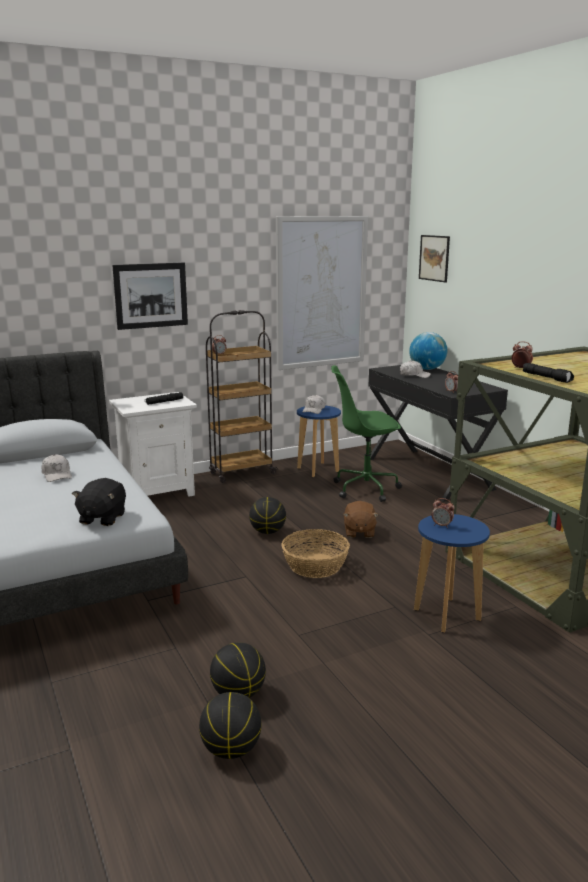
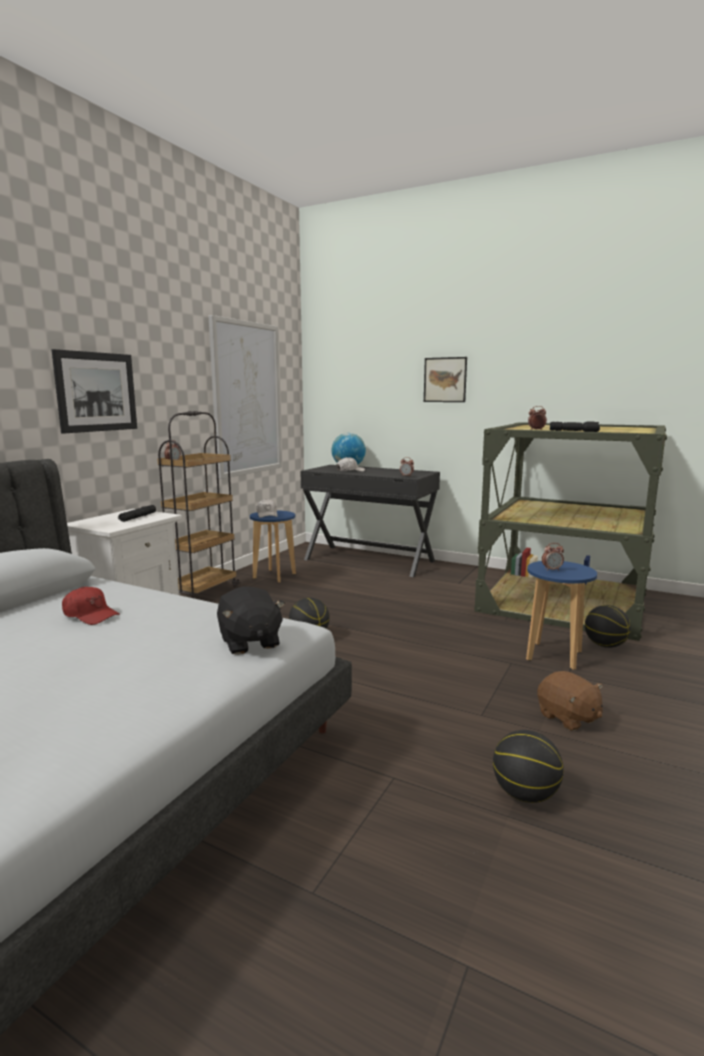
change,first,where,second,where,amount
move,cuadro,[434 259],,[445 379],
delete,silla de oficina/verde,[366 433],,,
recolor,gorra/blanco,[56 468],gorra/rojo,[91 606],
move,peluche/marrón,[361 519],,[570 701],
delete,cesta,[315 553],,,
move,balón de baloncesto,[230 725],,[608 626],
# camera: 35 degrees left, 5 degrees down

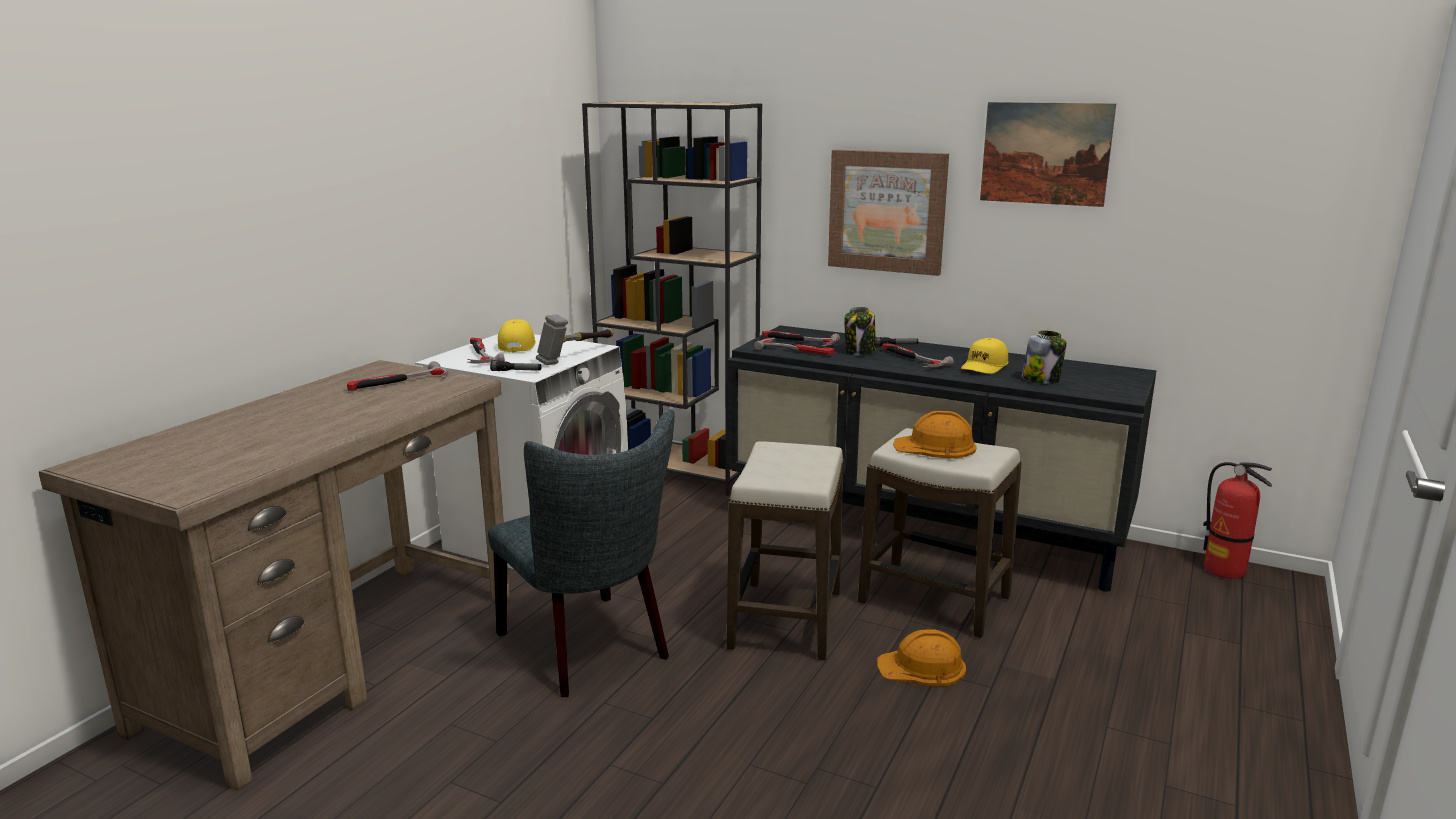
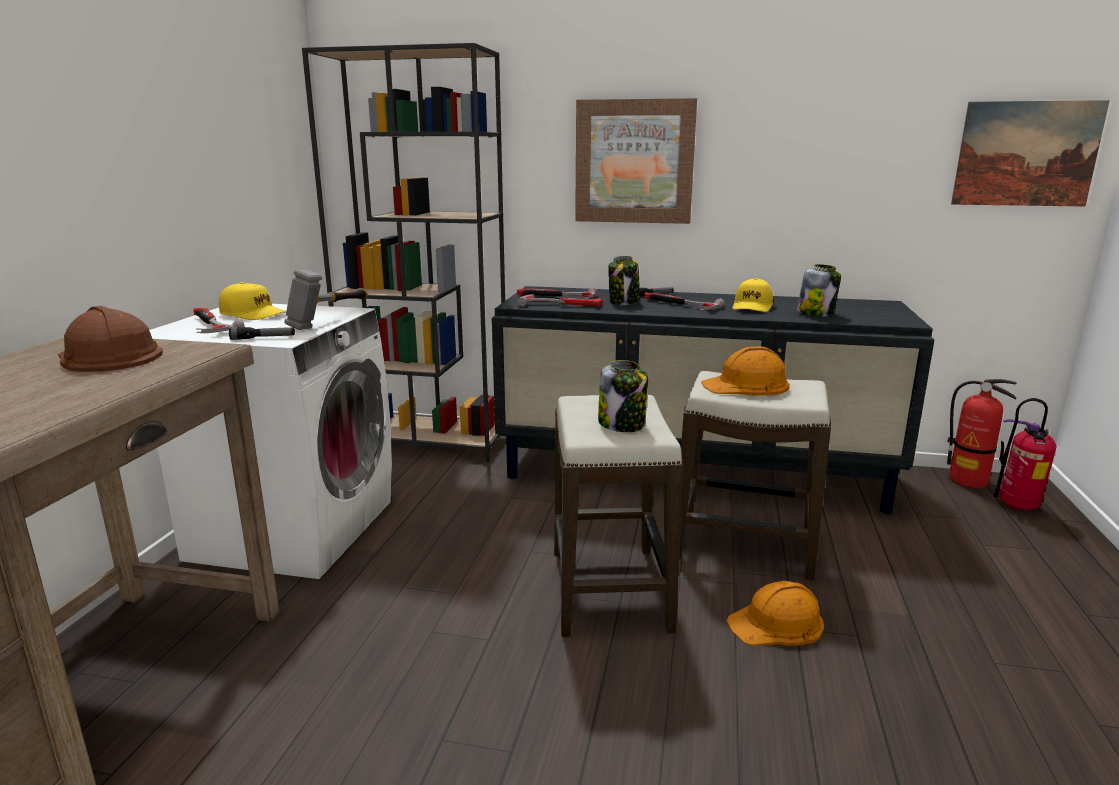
change,first,where,second,where,amount
move,cuadro,[1048 154],,[1030 153],
rotate,gorra/amarillo,[517 335],,[252 301],135 degrees clockwise
replace,martillo,[397 376],casco/marrón,[110 339],
delete,silla/gris,[581 553],,,
insert,,,tarro,[623 396],
insert,,,extintor,[1025 454],
# camera: 15 degrees left, 0 degrees up

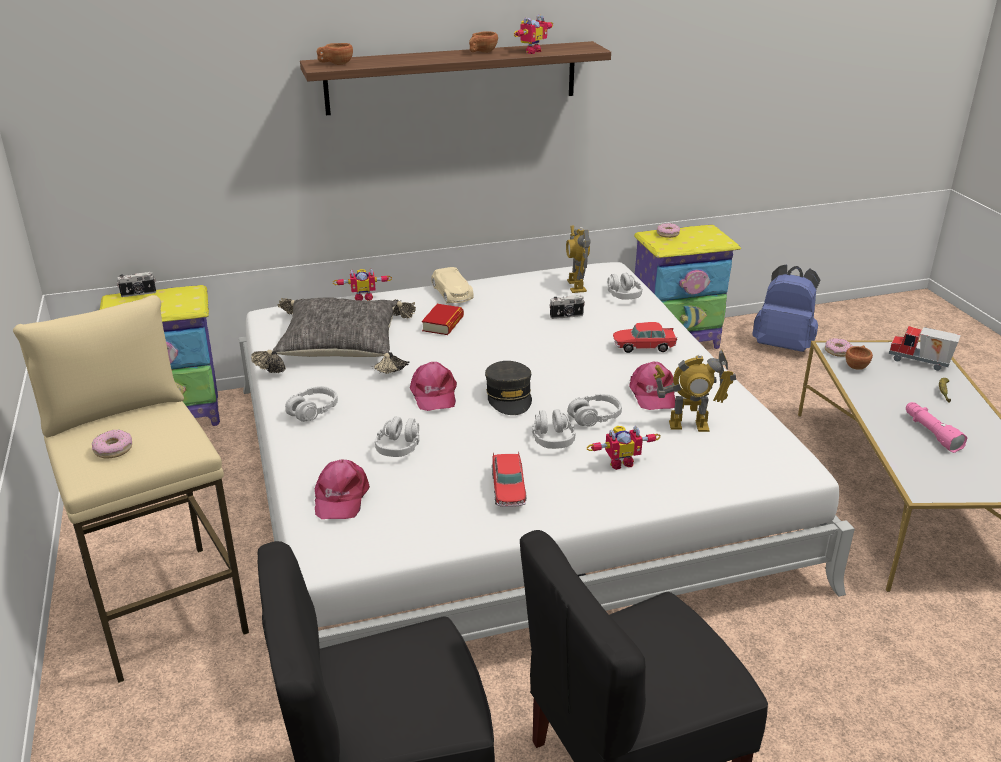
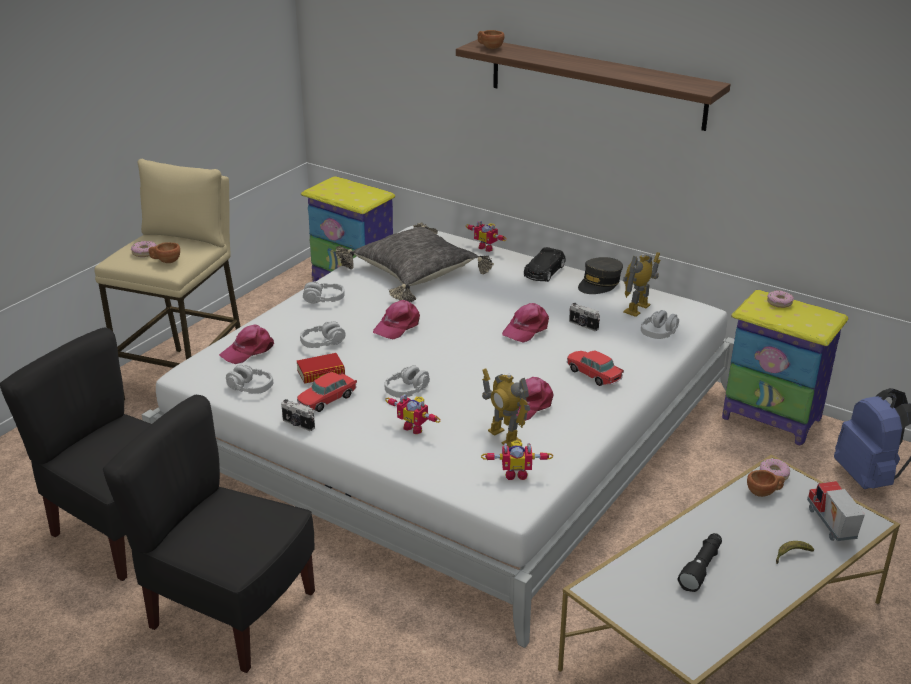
change,first,where,second,where,amount
move,robot de juguete,[533 34],,[517 460],
move,taza/marrón,[483 42],,[164 252],
recolor,coche de juguete/beis,[452 285],coche de juguete/negro,[545 264],
move,cámara,[136 284],,[298 415],
move,libro,[443 319],,[320 368],
move,gorra/gris,[508 388],,[600 275],
move,auriculares/gris,[594 410],,[249 379],
recolor,linterna/rosa,[937 427],linterna/negro,[700 562],
insert,,,gorra/rosa,[525 323],
# camera: 50 degrees right, 0 degrees up

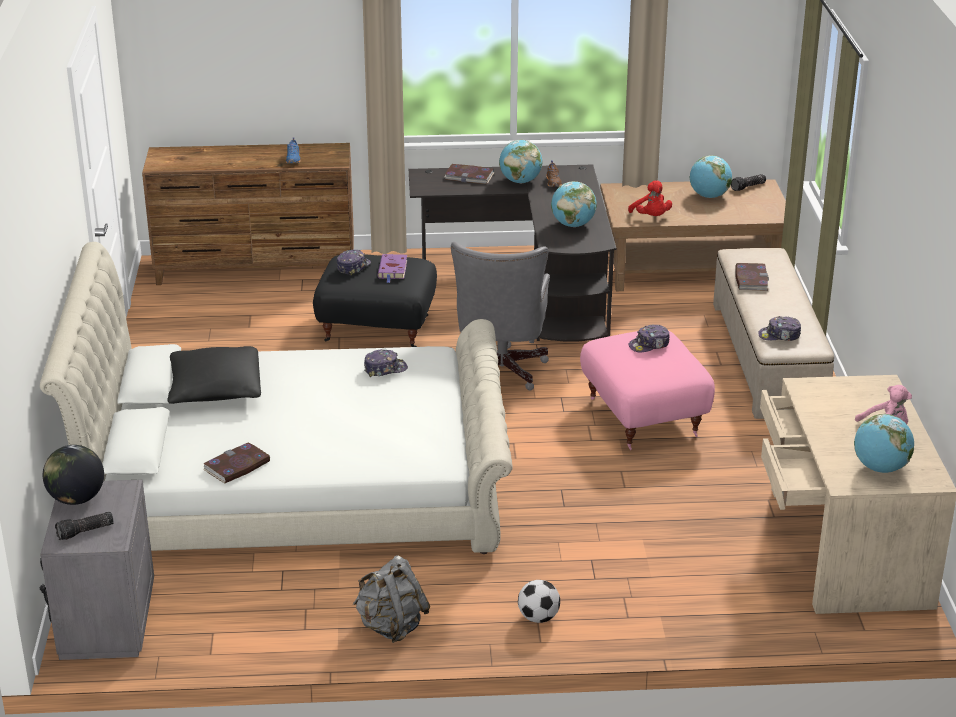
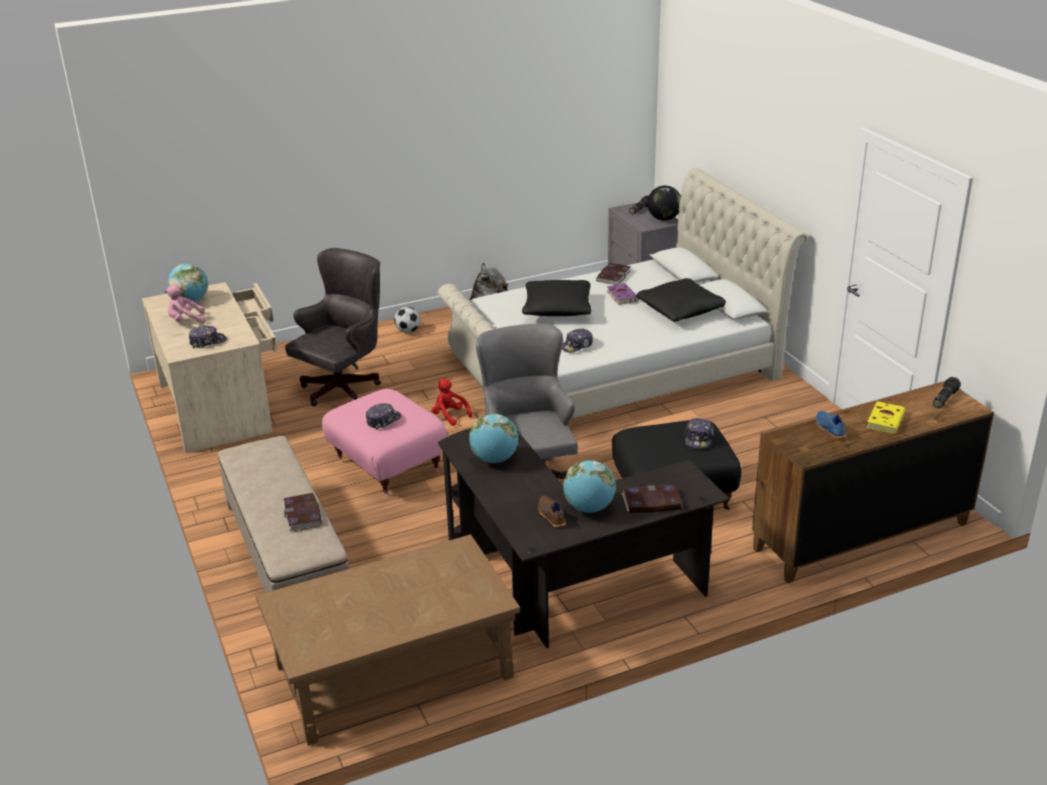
change,first,where,second,where,amount
delete,globo terráqueo,[711 176],,,
move,linterna,[748 182],,[947 392],
move,peluche/rojo,[650 198],,[452 402],
move,libro/morado,[392 268],,[623 294],
move,gorra,[779 328],,[207 337],
insert,,,silla de oficina/gris,[333 327],
insert,,,cojín/negro,[557 298],
insert,,,libro/amarillo,[886 417],
# camera: 160 degrees right, 0 degrees up

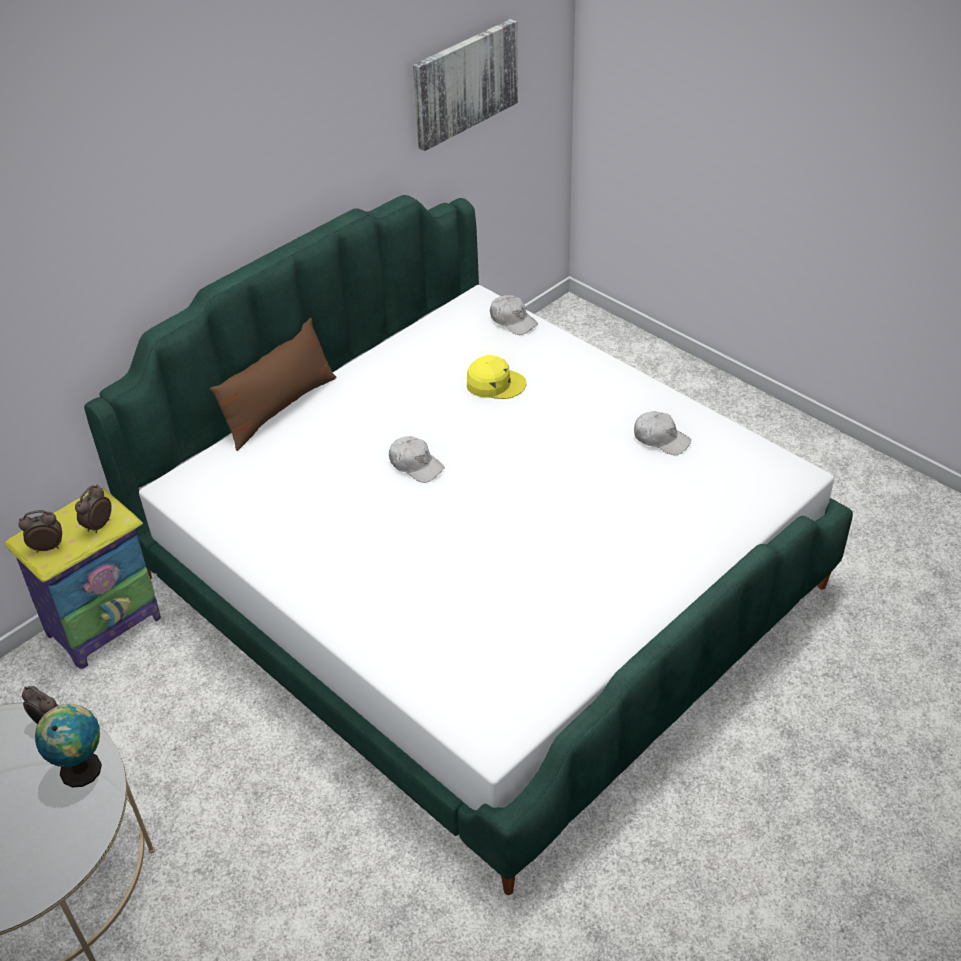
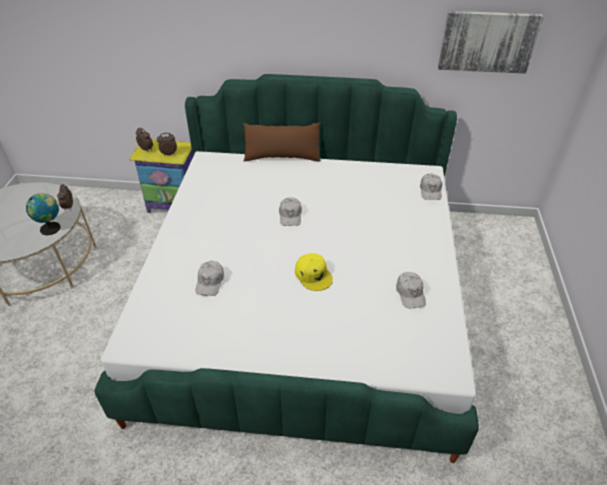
change,first,where,second,where,amount
move,gorra/amarillo,[496 377],,[314 272],
insert,,,gorra/blanco,[209 278],
# camera: 50 degrees right, 0 degrees up

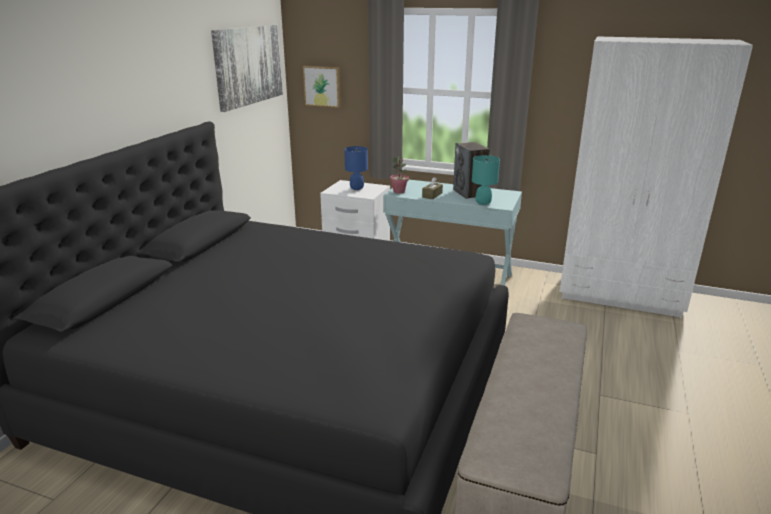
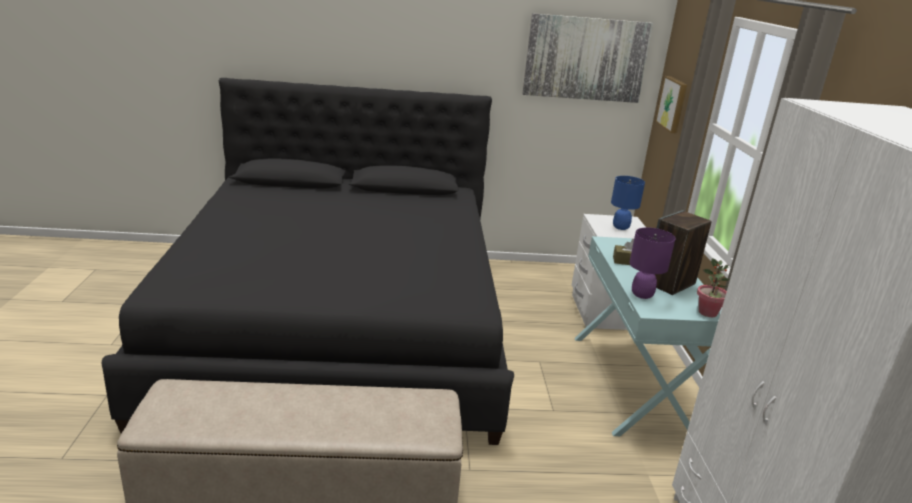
change,first,where,second,where,amount
recolor,lámpara de mesa/turquesa,[486 180],lámpara de mesa/morado,[652 263],
move,planta en maceta,[399 175],,[713 287],
# camera: 65 degrees right, 0 degrees up

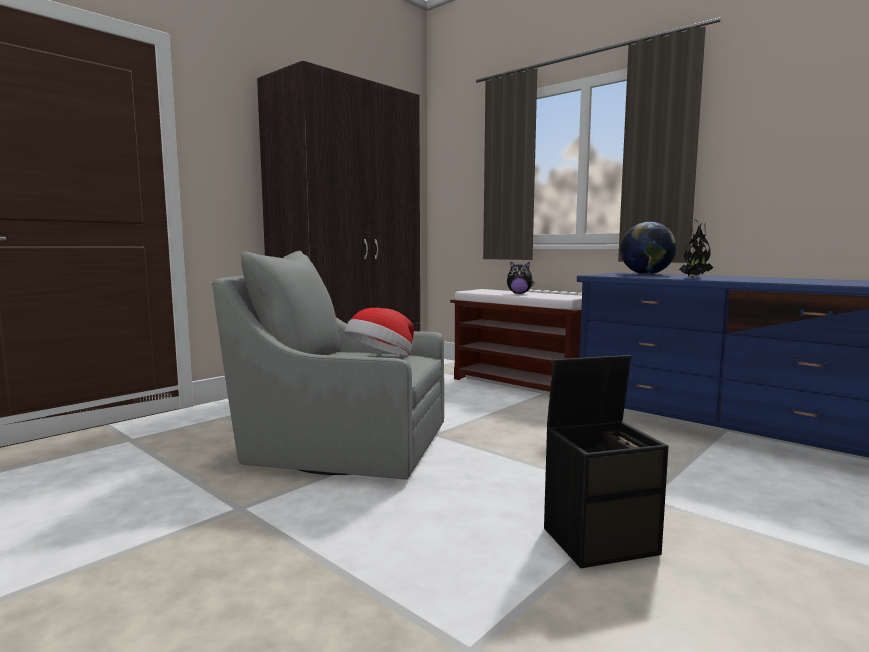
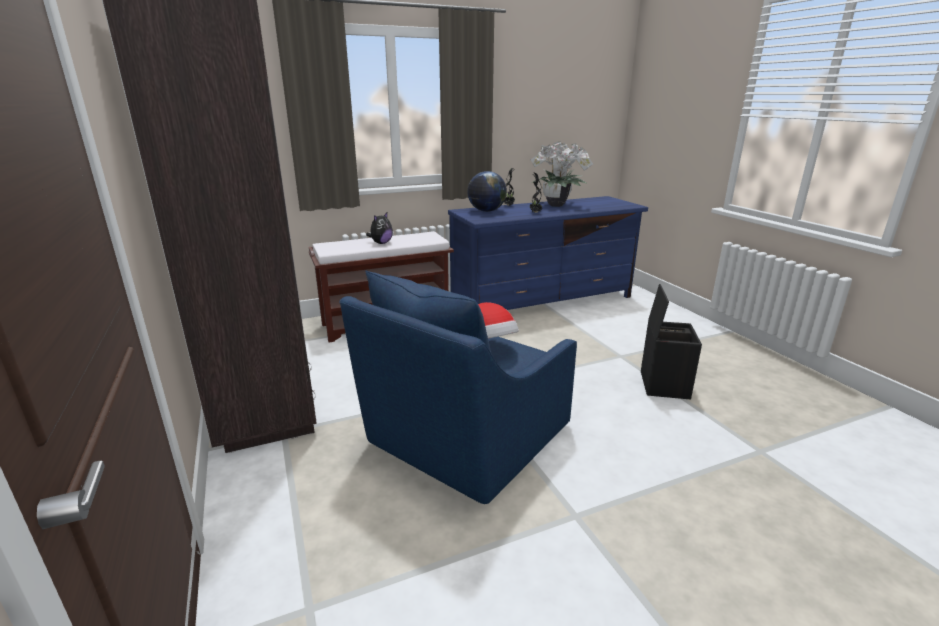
change,first,where,second,where,amount
recolor,sillón/gris,[328 365],sillón/azul,[458 387],
insert,,,planta en maceta,[562 174],
# camera: 65 degrees left, 15 degrees up

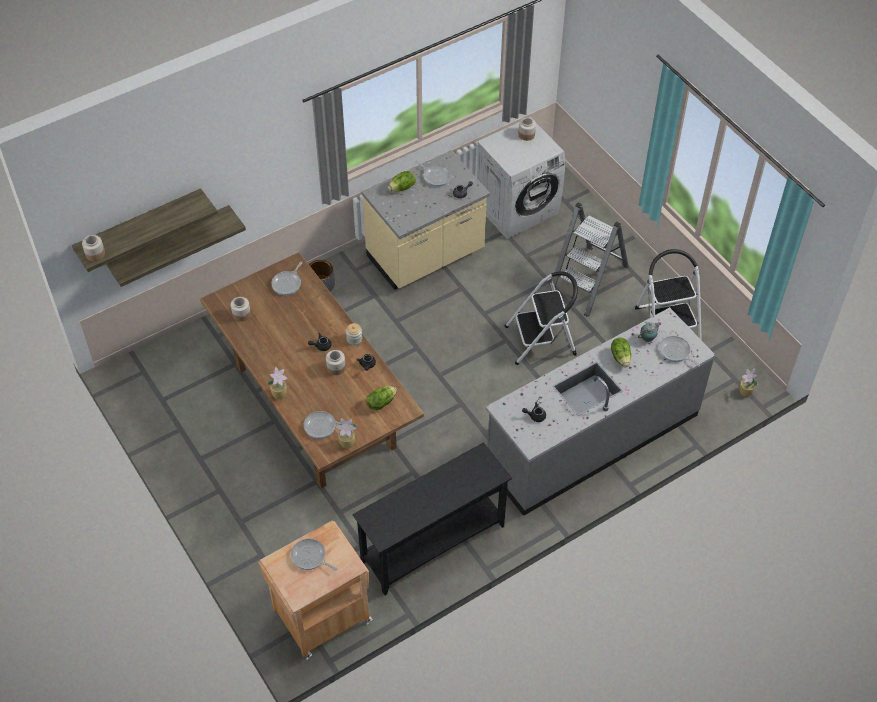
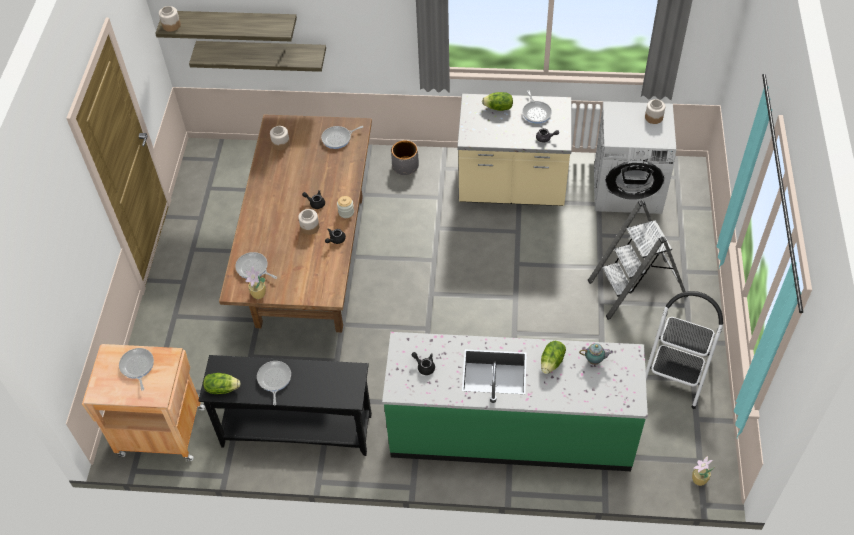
change,first,where,second,where,amount
delete,escalera de tijera,[541 318],,,
recolor,mueble bajo de cocina/gris,[601 411],mueble bajo de cocina/verde,[515 401],
move,sartén,[679 351],,[274 383],
delete,planta en maceta,[277 383],,,
move,lechuga,[381 398],,[221 383],
# camera: 40 degrees right, 0 degrees up

